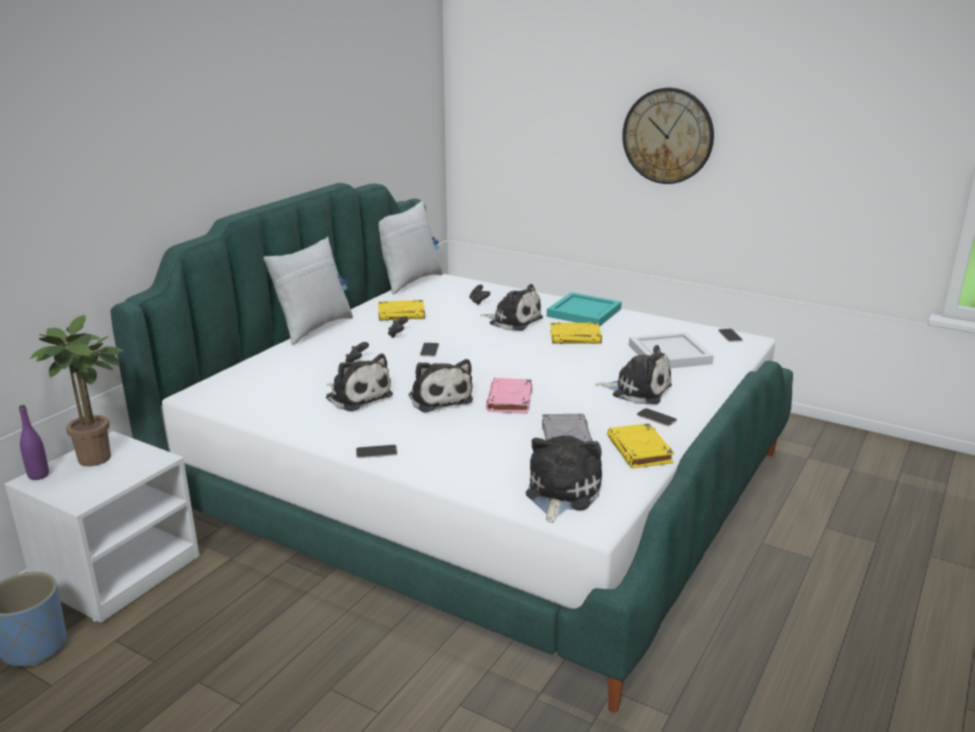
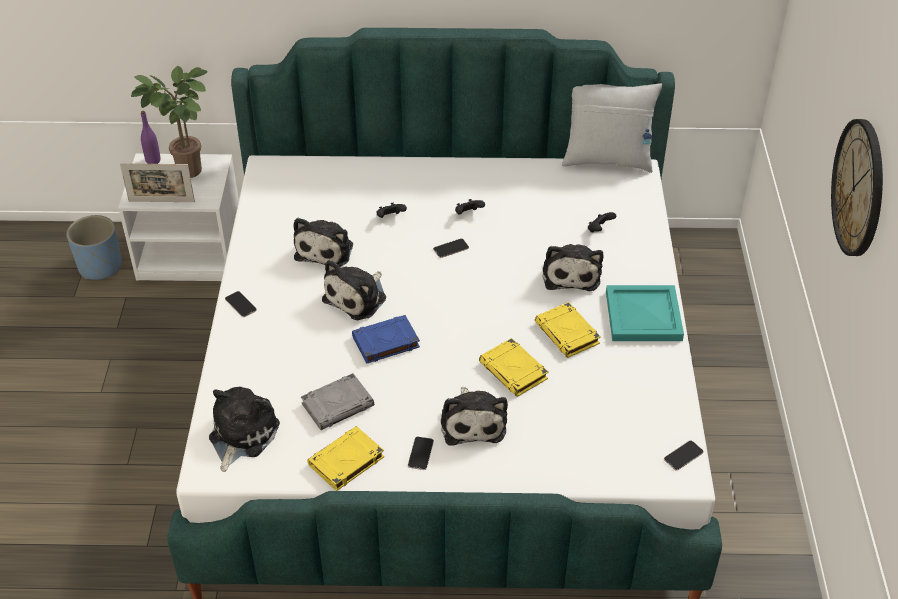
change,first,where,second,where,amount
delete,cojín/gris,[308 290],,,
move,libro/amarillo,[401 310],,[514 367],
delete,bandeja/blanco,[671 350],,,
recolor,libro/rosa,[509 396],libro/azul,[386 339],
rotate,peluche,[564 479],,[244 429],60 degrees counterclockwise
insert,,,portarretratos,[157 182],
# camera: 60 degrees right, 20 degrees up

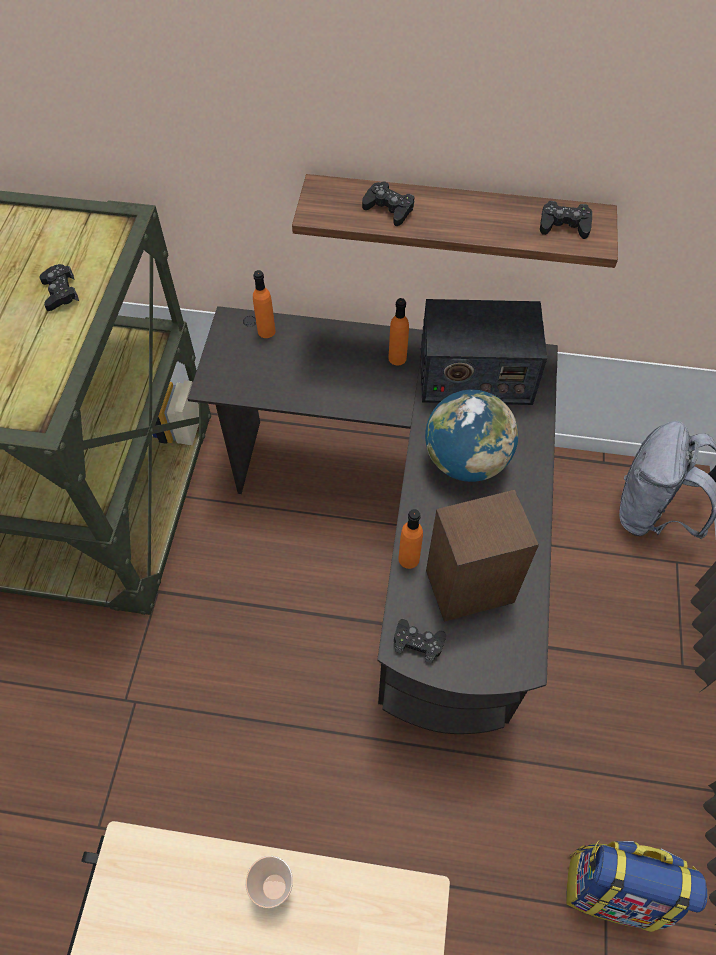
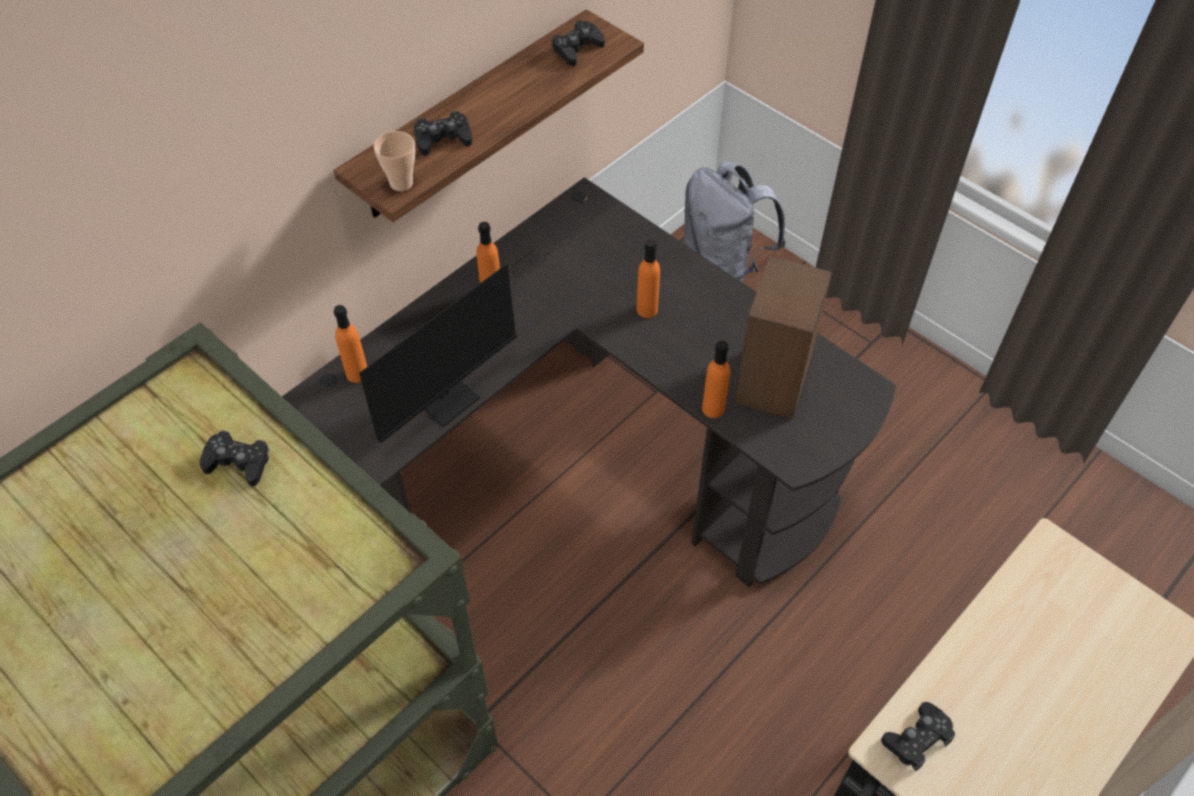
change,first,where,second,where,amount
delete,radio,[484 352],,,
replace,globo terráqueo,[471 435],botella/naranja,[648 278],
move,mando de consola/negro,[420 641],,[918 737],
delete,mochila,[636 886],,,
move,taza,[269 882],,[394 161],
insert,,,monitor,[455 345],
# camera: 55 degrees left, 5 degrees down

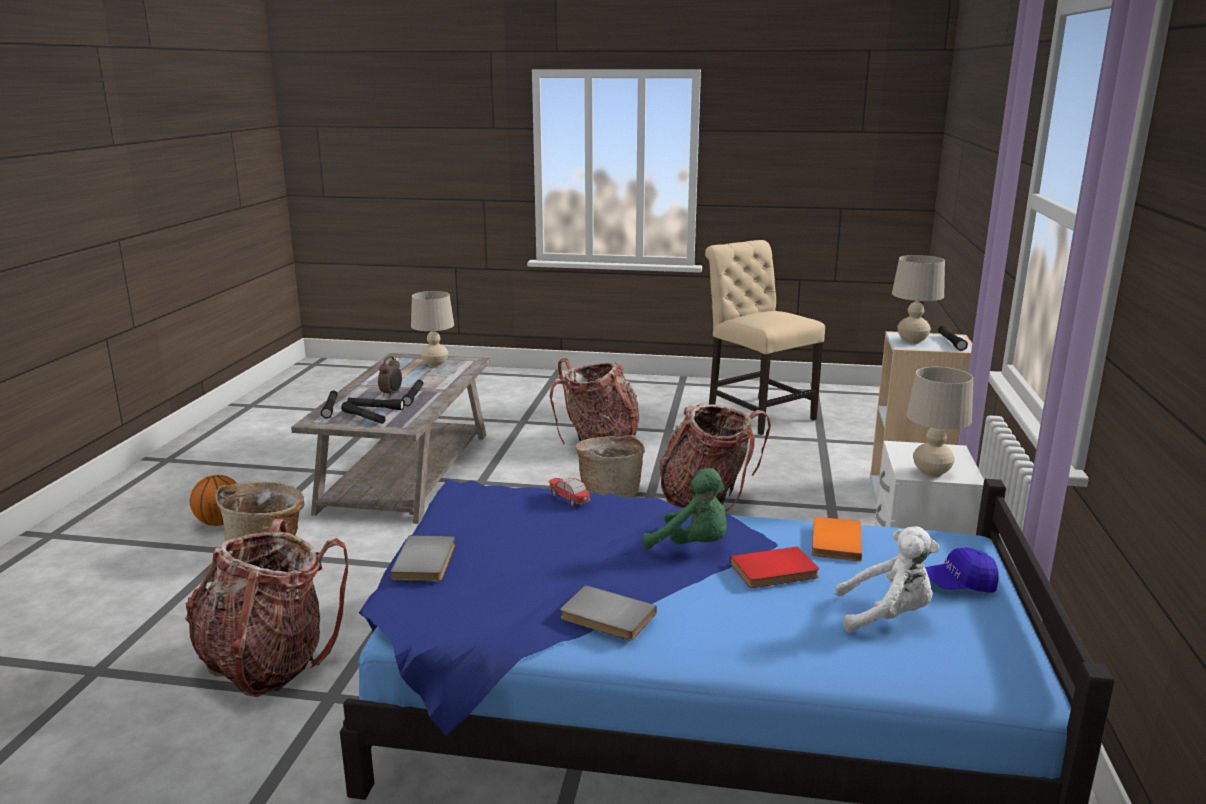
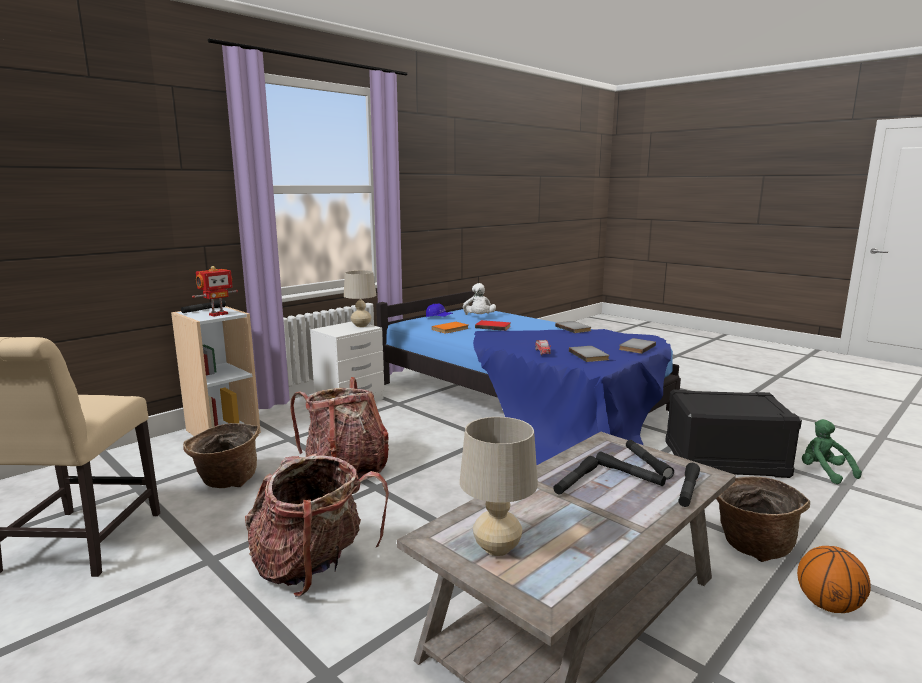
change,first,where,second,where,amount
replace,lámpara de mesa/beis,[918 299],robot de juguete,[215 291],
delete,despertador,[390 376],,,
move,cesta,[610 466],,[221 455],
move,peluche/verde,[684 508],,[832 451],
replace,mochila,[266 608],caja de almacenaje/negro,[733 434],
rotate,peluche/blanco,[887 580],,[479 299],135 degrees counterclockwise
insert,,,libro/gris,[589 354],
# camera: 145 degrees left, 5 degrees down

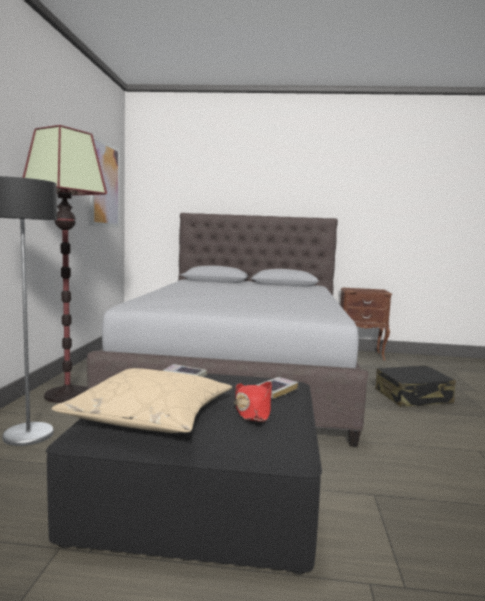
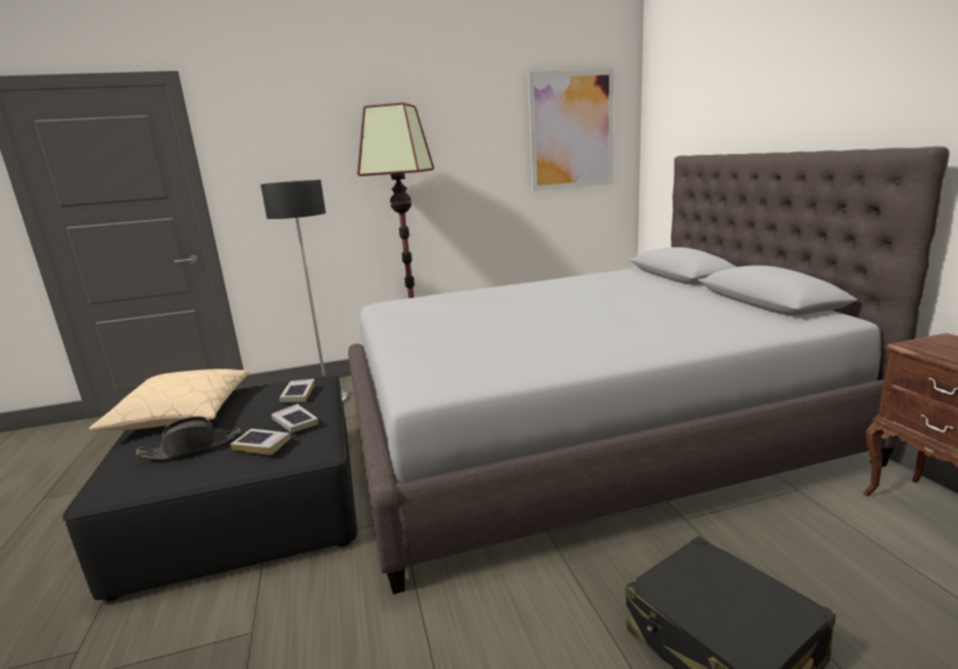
change,first,where,second,where,amount
recolor,sombrero/rojo,[253 401],sombrero/negro,[188 437],
insert,,,libro,[295 418],
# camera: 70 degrees right, 10 degrees up

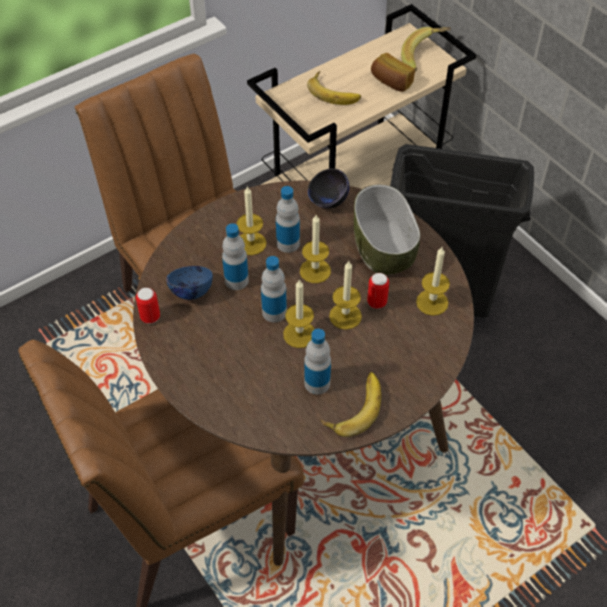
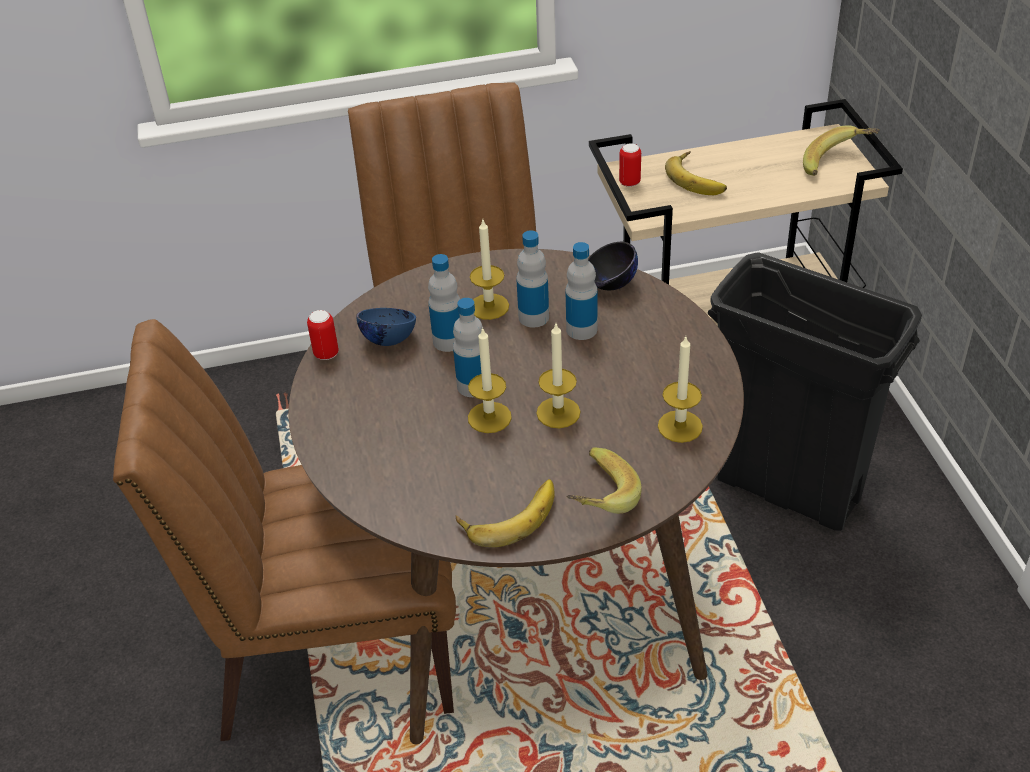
change,first,where,second,where,amount
delete,pan,[393 72],,,
delete,cuenco,[387 230],,,
delete,vela,[315 249],,,
move,lata,[378 291],,[630 165],
move,botella,[317 362],,[581 291],
insert,,,plátano,[604 480],
# camera: 25 degrees right, 10 degrees down

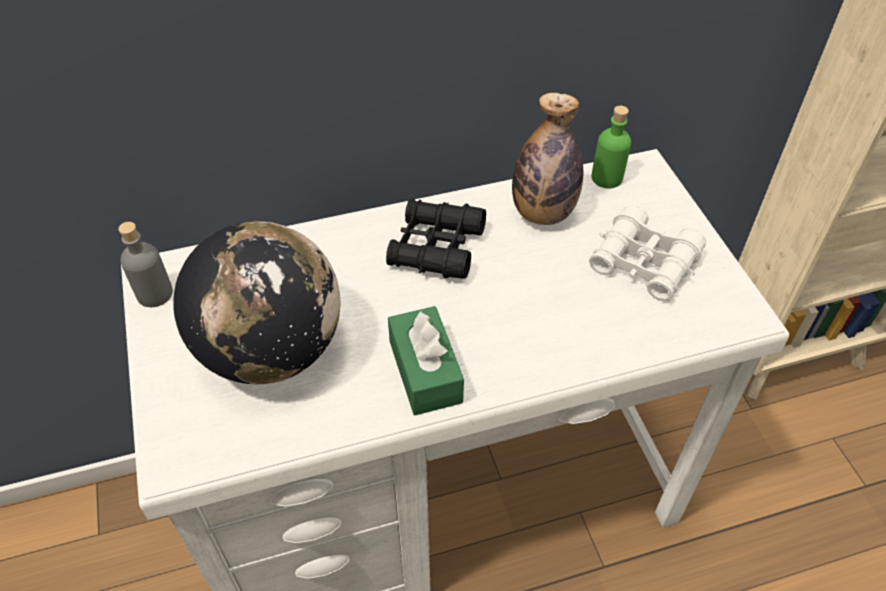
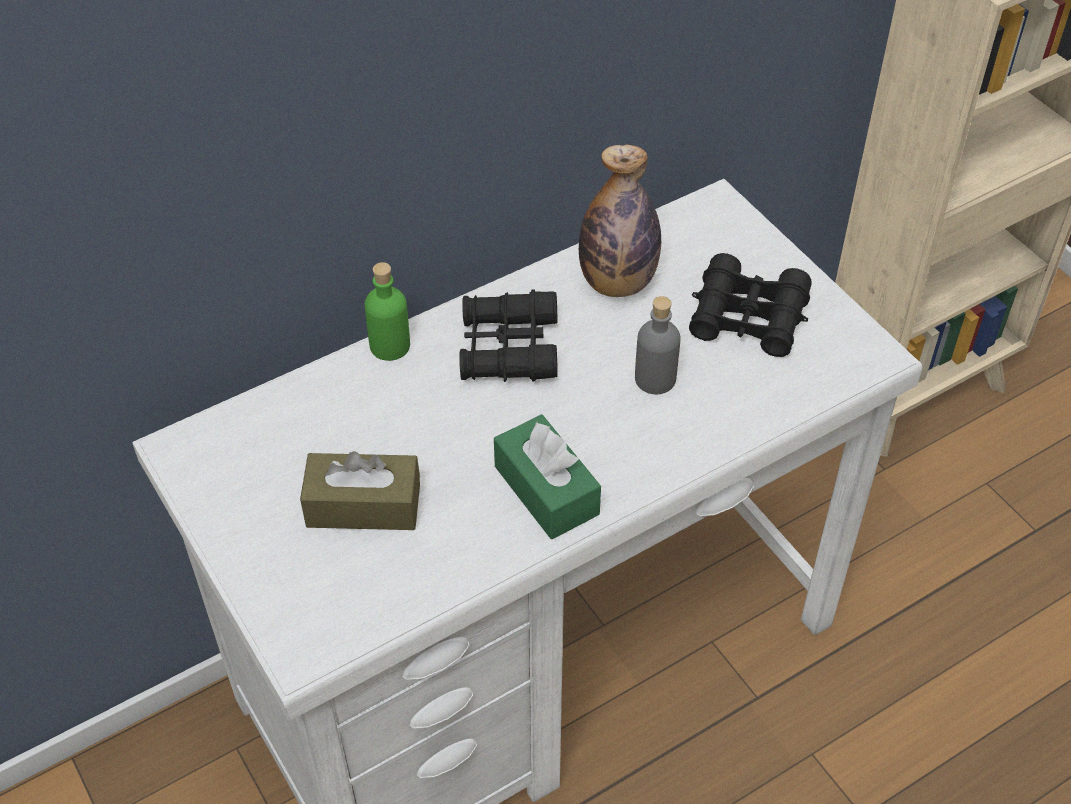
change,first,where,second,where,amount
move,botella/verde,[611 147],,[387 311],
recolor,prismáticos/blanco,[647 252],prismáticos/negro,[750 305],
replace,globo terráqueo,[257 302],caja de pañuelos/marrón,[360 490],
move,botella/gris,[145 264],,[658 345],
# camera: 15 degrees left, 0 degrees up

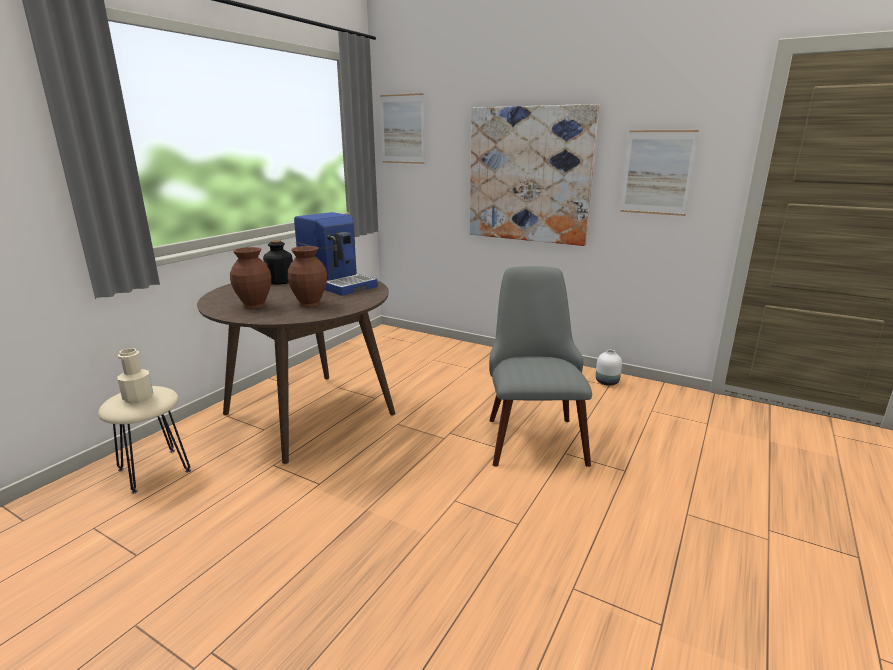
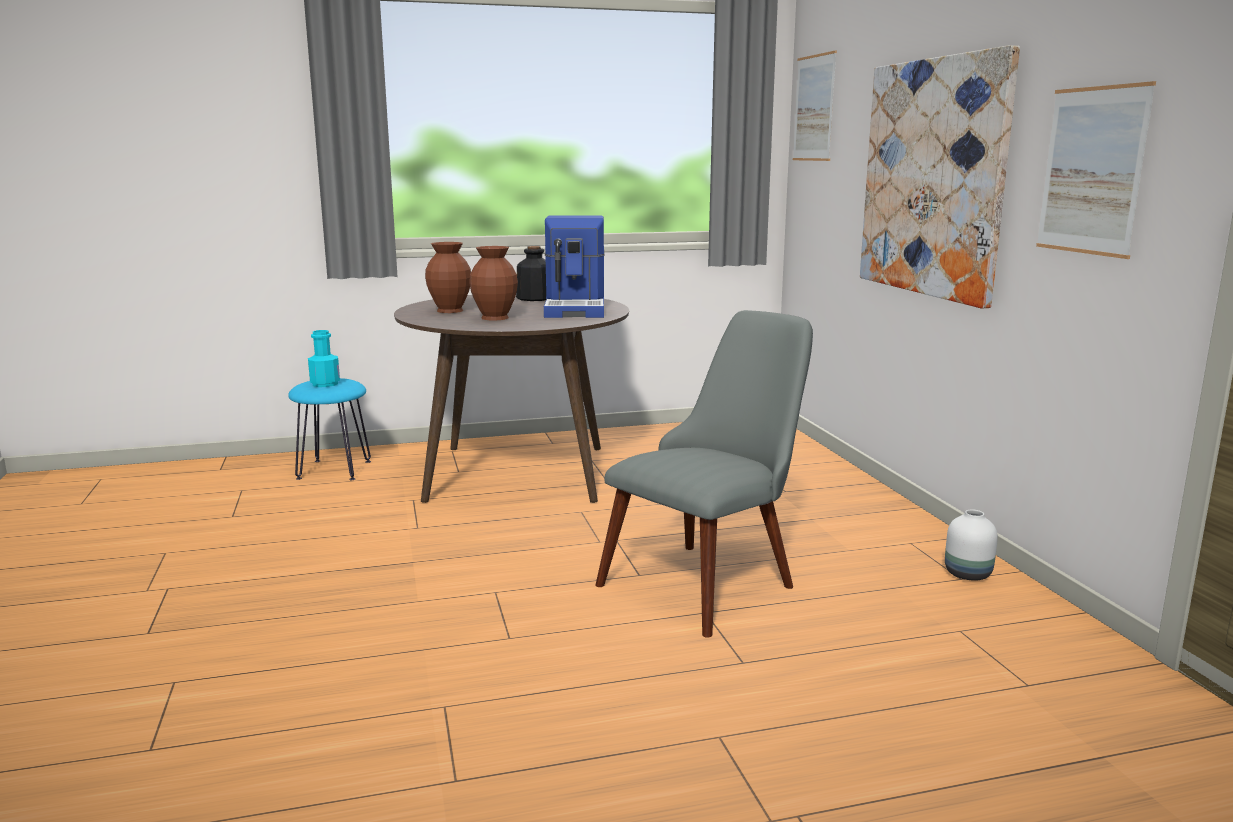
change,first,where,second,where,amount
recolor,botella/beis,[135 376],botella/turquesa,[324 358],
recolor,taburete/beis,[144 440],taburete/turquesa,[329 429],
# camera: 45 degrees right, 5 degrees down

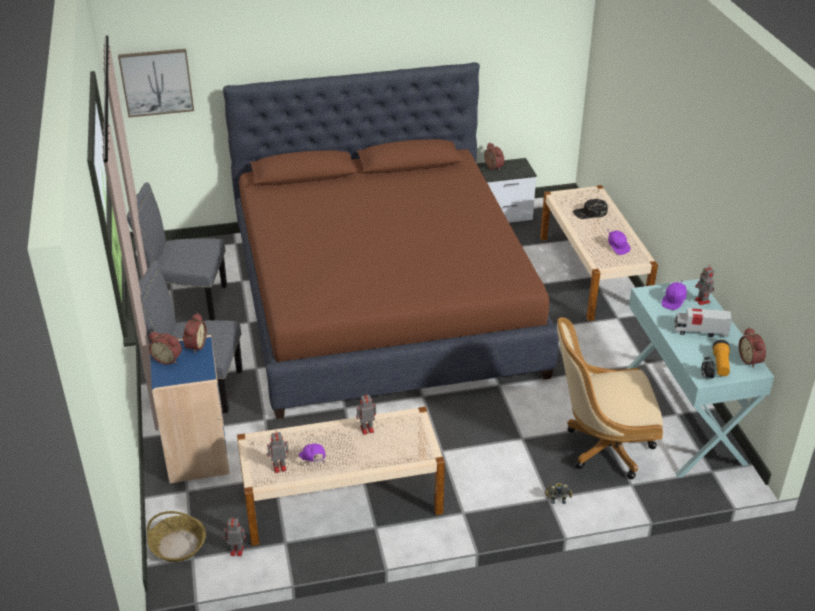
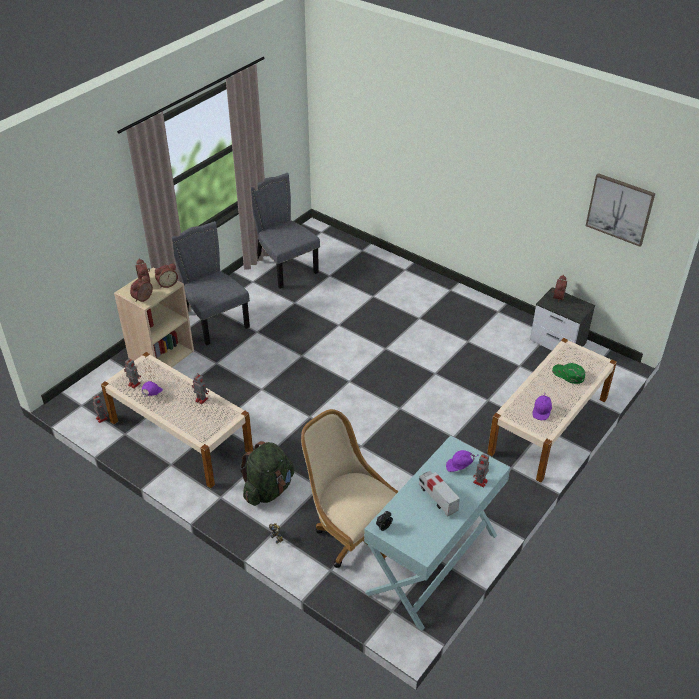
change,first,where,second,where,amount
move,cuadro,[156 83],,[620 210],
delete,cama/marrón,[391 240],,,
recolor,gorra/negro,[590 209],gorra/verde,[568 373],
move,despertador,[752 347],,[141 288],
recolor,estantería/azul,[190 409],estantería/beis,[154 321],
delete,linterna,[721 358],,,
delete,cesta,[176 536],,,
insert,,,mochila/verde,[267 473],
# camera: 50 degrees right, 5 degrees up

